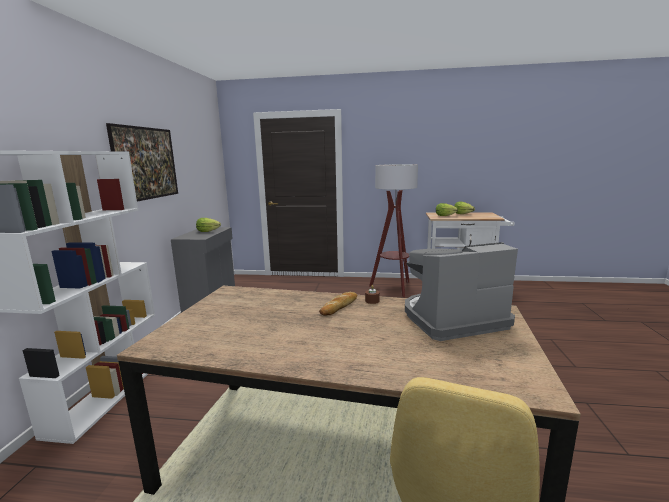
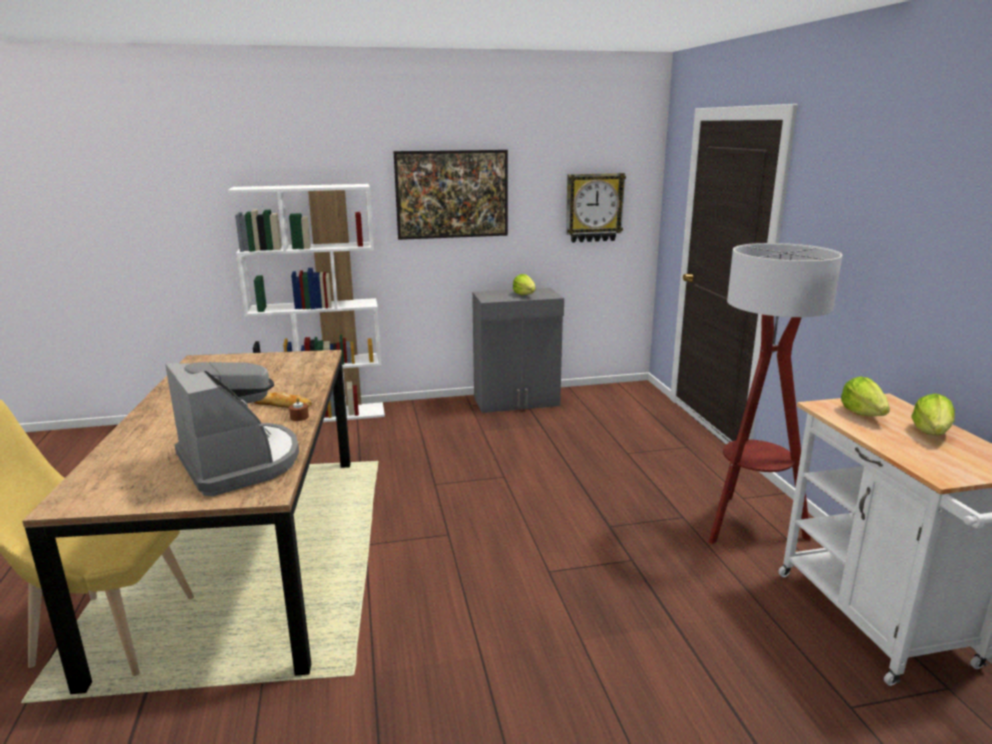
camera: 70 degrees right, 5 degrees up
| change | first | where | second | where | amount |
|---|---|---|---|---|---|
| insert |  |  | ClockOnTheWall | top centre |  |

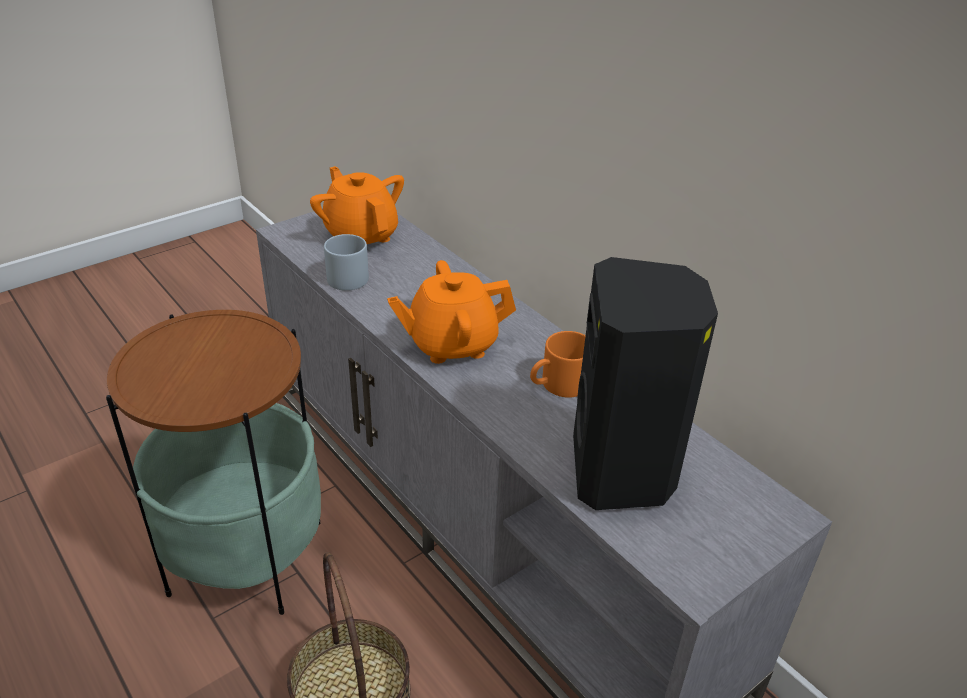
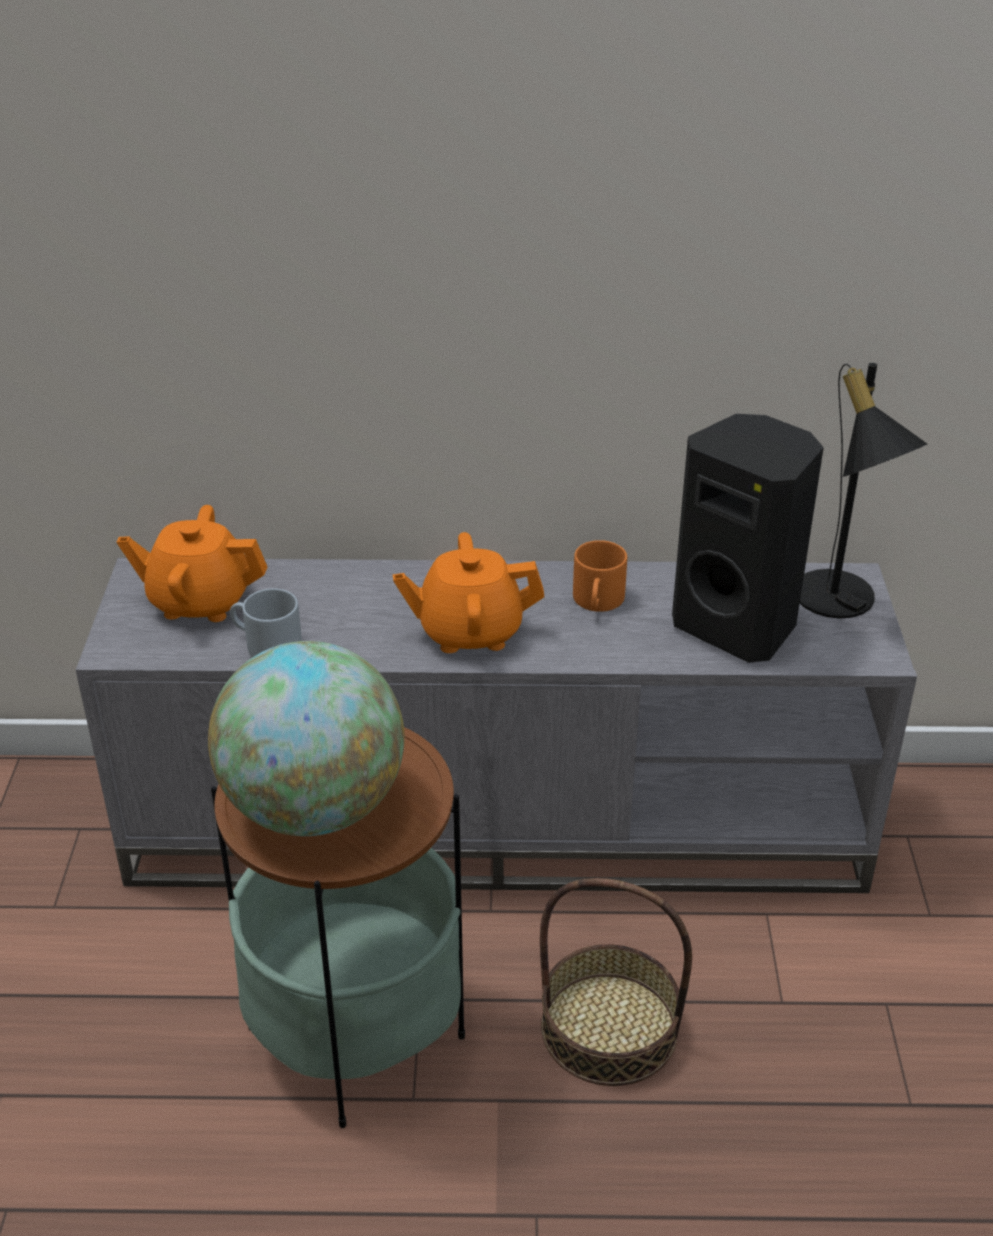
camera: 50 degrees left, 0 degrees up
| change | first | where | second | where | amount |
|---|---|---|---|---|---|
| insert |  |  | Globe | middle left |  |
| insert |  |  | BlackTabletopLamp | middle right |  |
| rotate | OrangeyTeaPot (2nd from left) | centre |  | centre | 60 degrees clockwise |

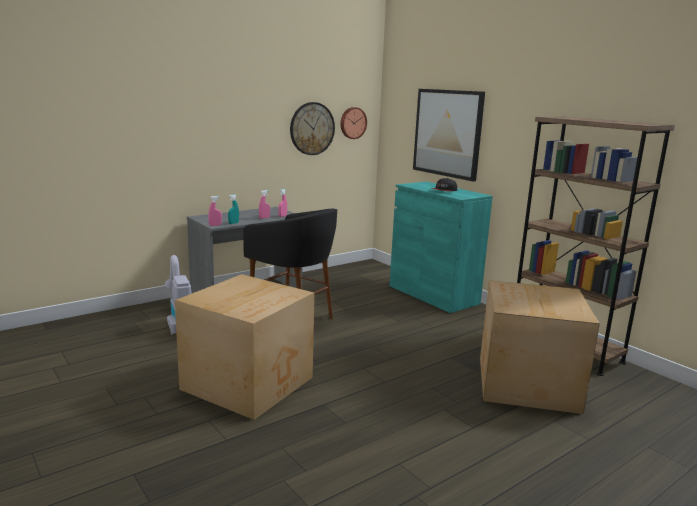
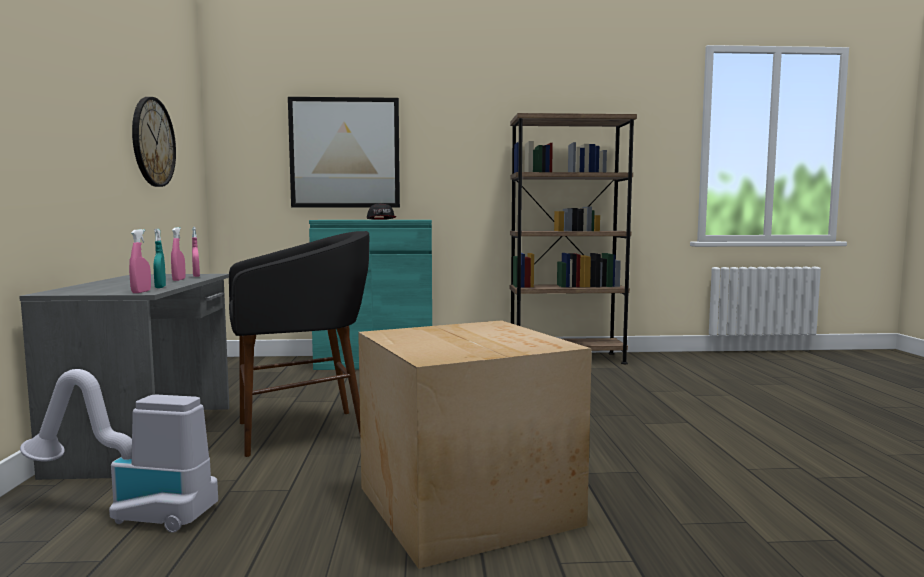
camera: 55 degrees left, 10 degrees down
| change | first | where | second | where | amount |
|---|---|---|---|---|---|
| delete | ClockOnTheWall (2nd from left) | top centre |  |  |  |
| delete | Carton (2nd from left) | bottom right |  |  |  |

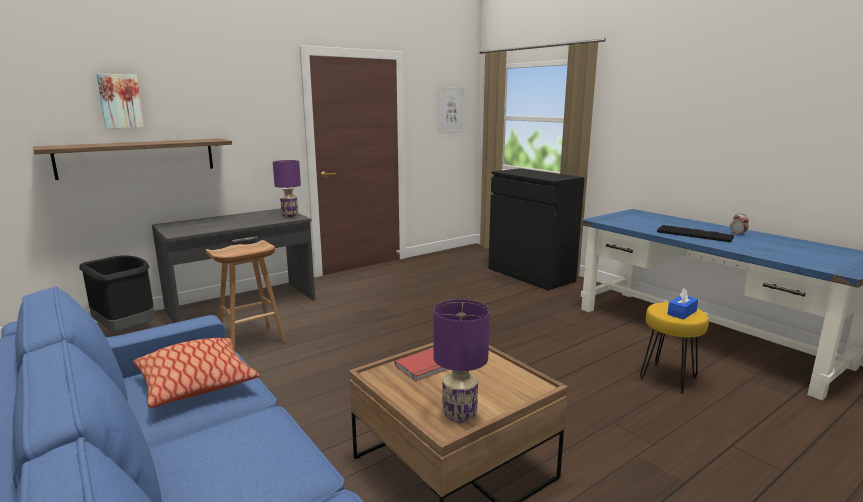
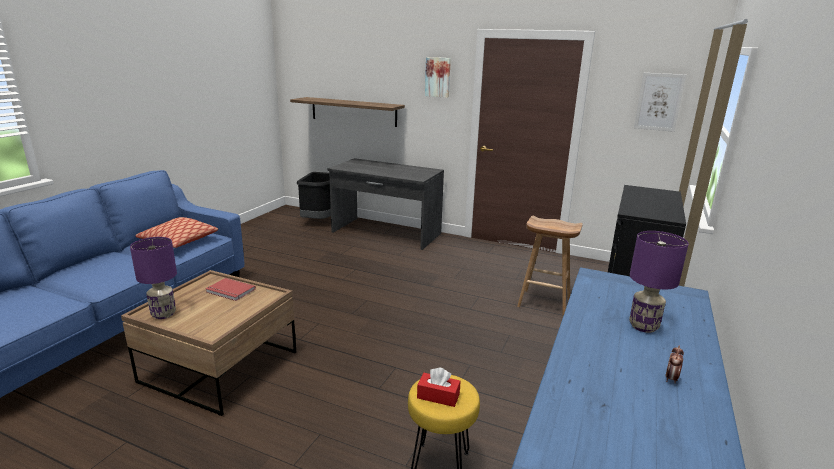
camera: 60 degrees right, 5 degrees up
| change | first | where | second | where | amount |
|---|---|---|---|---|---|
| delete | ComputerKeyboard | middle right |  |  |  |
| move | Picture (1st from left) | top left |  | top centre |  |
| move | BrownColouredStool | middle left |  | centre |  |
| move | PurpleTabletopLamp (1st from left in the first image) | middle left | PurpleTabletopLamp (2nd from left) | middle right |  |
| recolor | BlueBoxOfTissues | middle right | RedColouredBoxOfTissues | bottom centre |  |

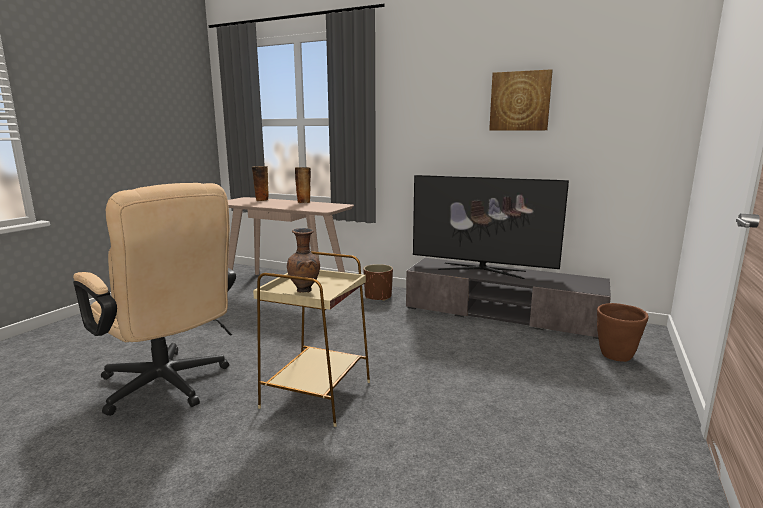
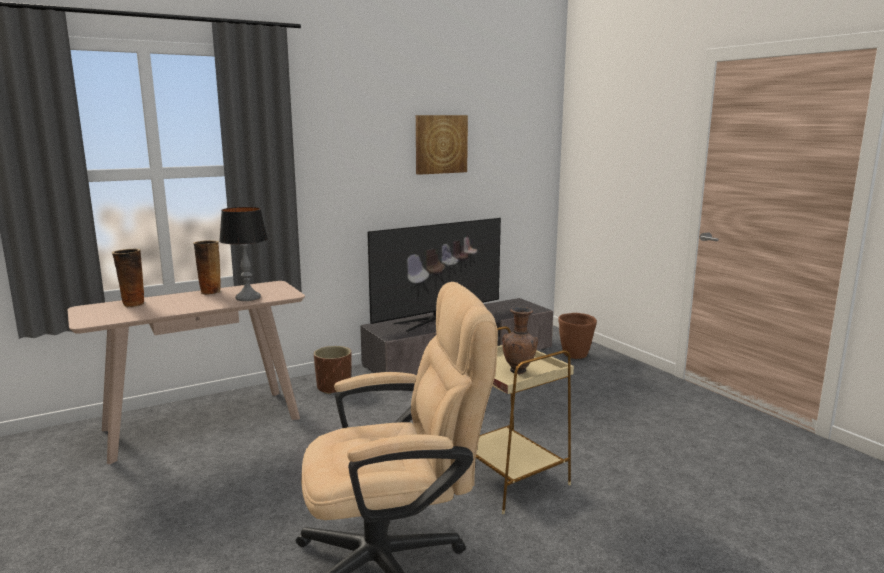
camera: 55 degrees left, 0 degrees up
| change | first | where | second | where | amount |
|---|---|---|---|---|---|
| insert |  |  | TabletopLamp | middle left |  |

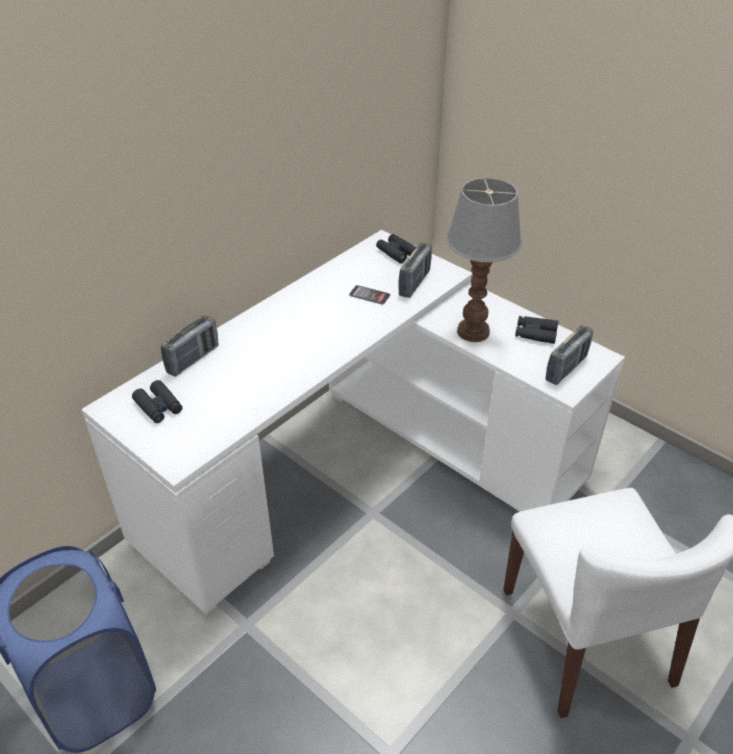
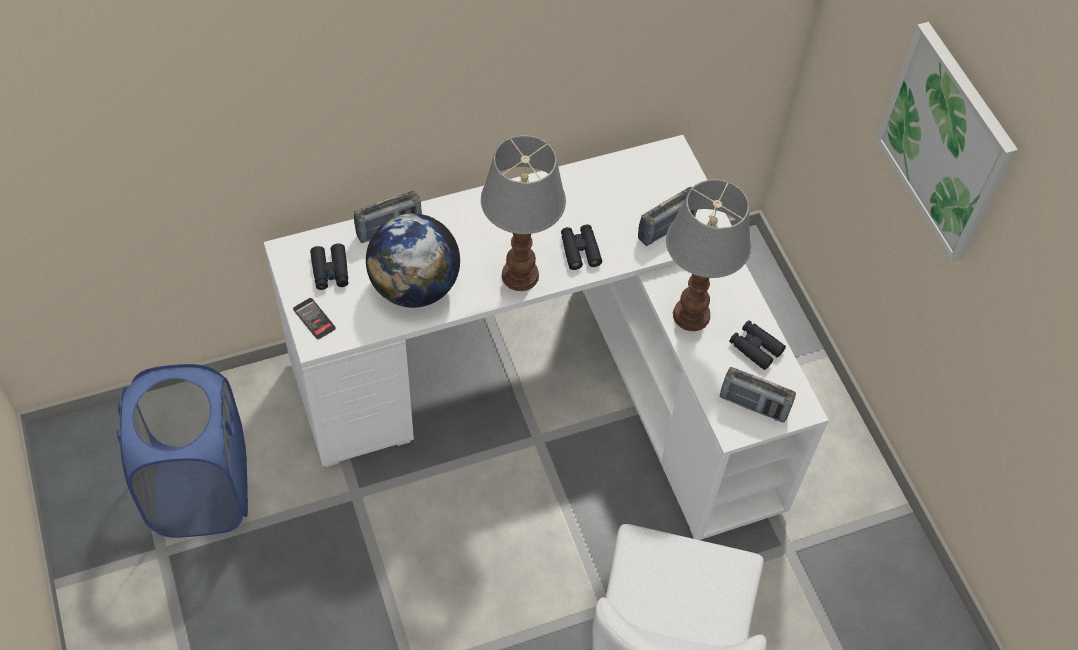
camera: 25 degrees right, 15 degrees up
| change | first | where | second | where | amount |
|---|---|---|---|---|---|
| insert |  |  | Globe | centre |  |
| insert |  |  | TabletopLamp (1st from left) | top centre |  |
| insert |  |  | Picture | top right |  |
| move | Handset | centre |  | middle left |  |
| move | BlackPairOfBinoculars (2nd from left) | top centre |  | centre |  |
| rotate | RadioSet (3rd from left) | middle right |  | middle right | 45 degrees clockwise |

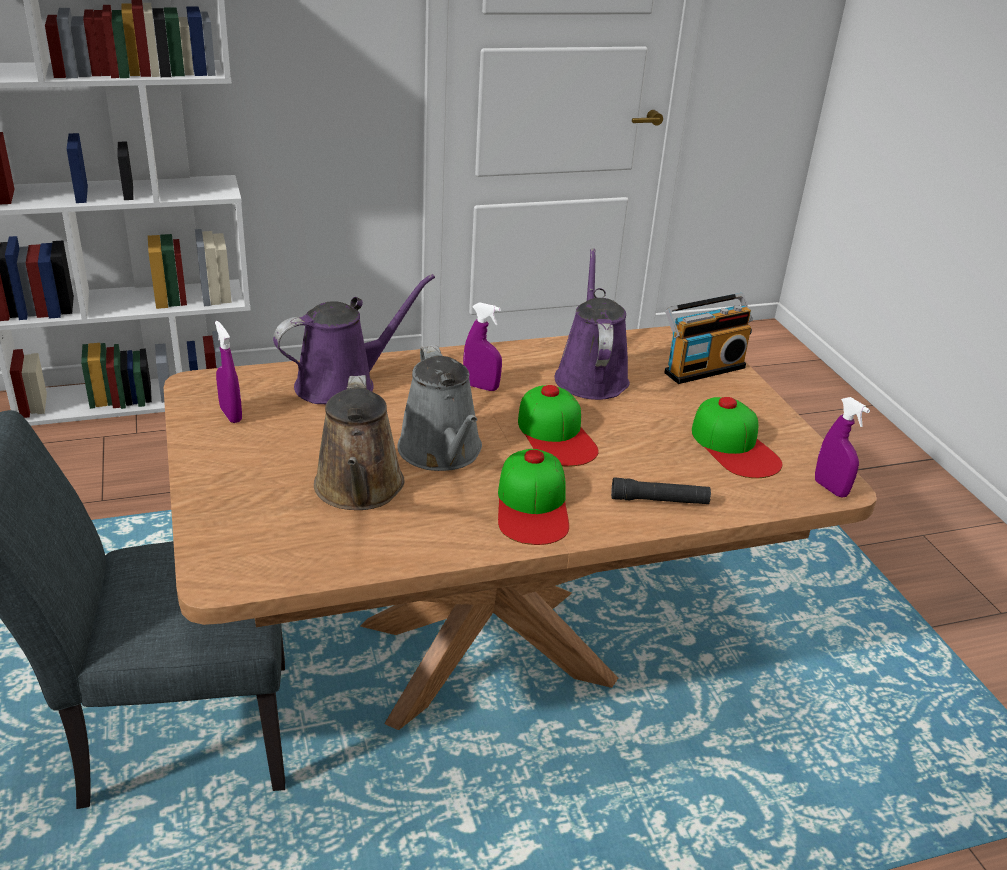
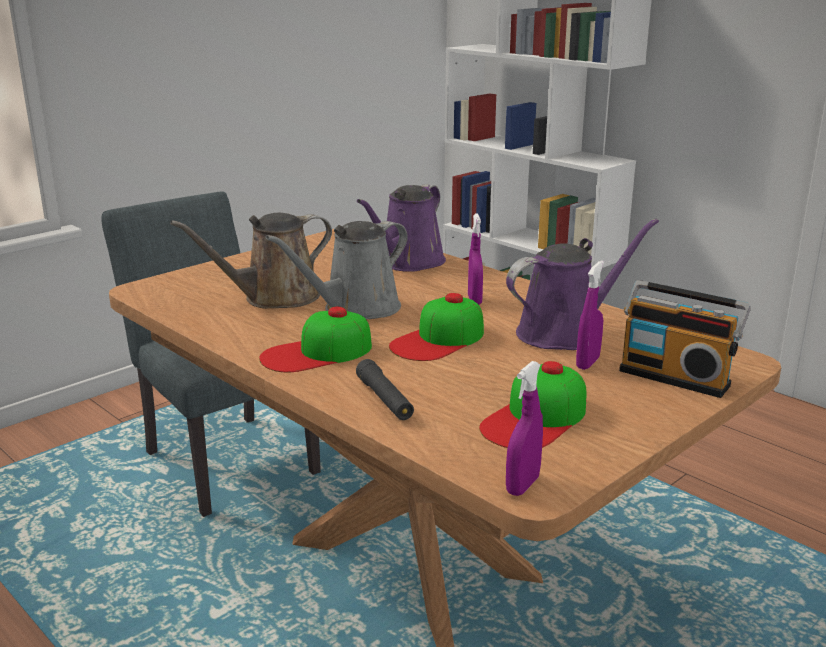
camera: 65 degrees right, 10 degrees down
| change | first | where | second | where | amount |
|---|---|---|---|---|---|
| move | PurpleSprayBottle (1st from left in the first image) | middle left | PurpleSprayBottle (3rd from left) | middle right |  |
| rotate | PurpleWateringPot (1st from left) | centre |  | centre | 90 degrees clockwise |

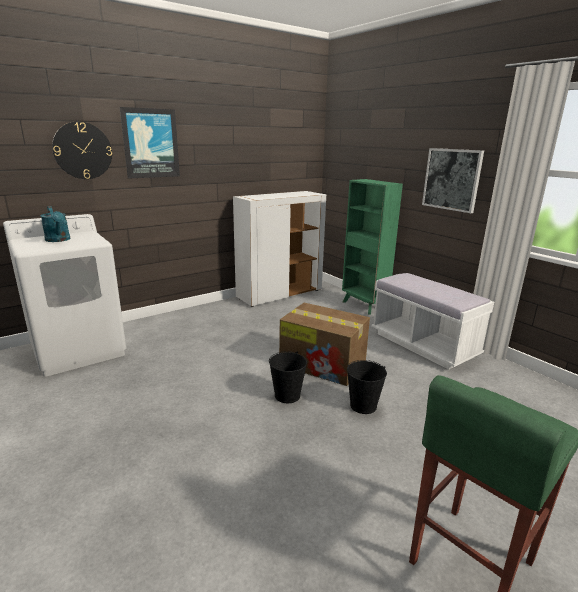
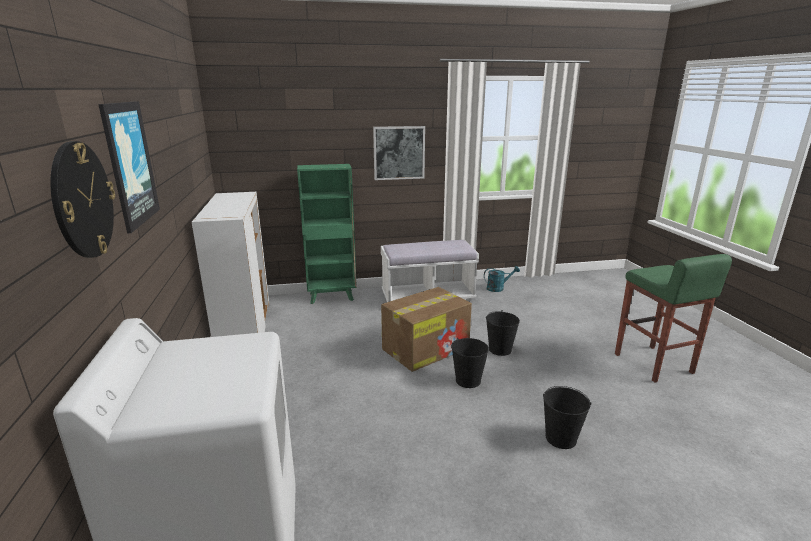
camera: 65 degrees left, 0 degrees up
| change | first | where | second | where | amount |
|---|---|---|---|---|---|
| insert |  |  | BlackWaterBucket (3rd from left) | bottom right |  |
| move | TurquoiseWateringPot | middle left |  | centre |  |

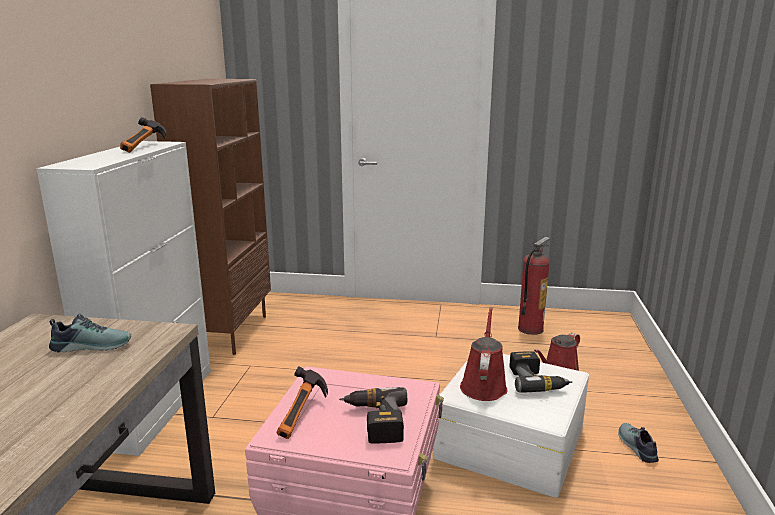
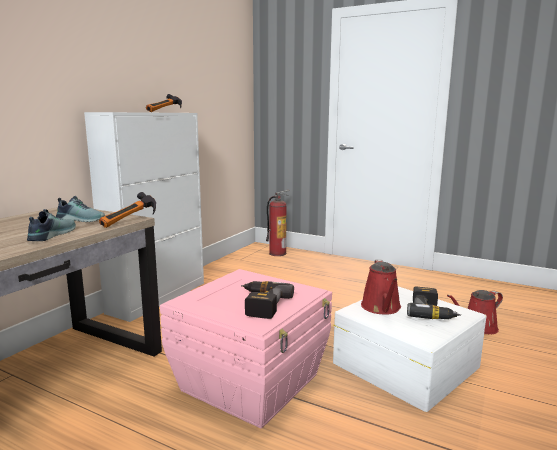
camera: 20 degrees right, 5 degrees down
| change | first | where | second | where | amount |
|---|---|---|---|---|---|
| delete | BrownColouredShelvingUnit | middle left |  |  |  |
| move | HandHammer (2nd from left in the first image) | bottom centre | HandHammer (1st from left) | middle left |  |
| move | FireExtinguisher | middle right |  | centre |  |
| move | Shoe (2nd from left in the first image) | bottom right | Shoe (1st from left) | middle left |  |
| rotate | RedColouredWateringPot (1st from left) | bottom centre |  | middle right | 150 degrees clockwise |

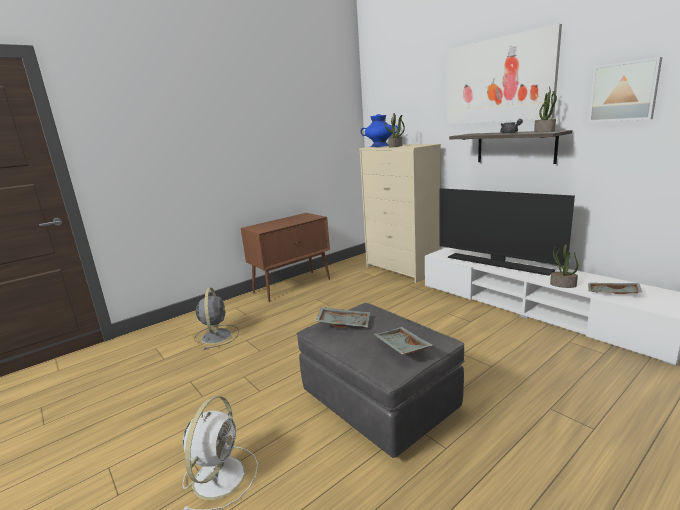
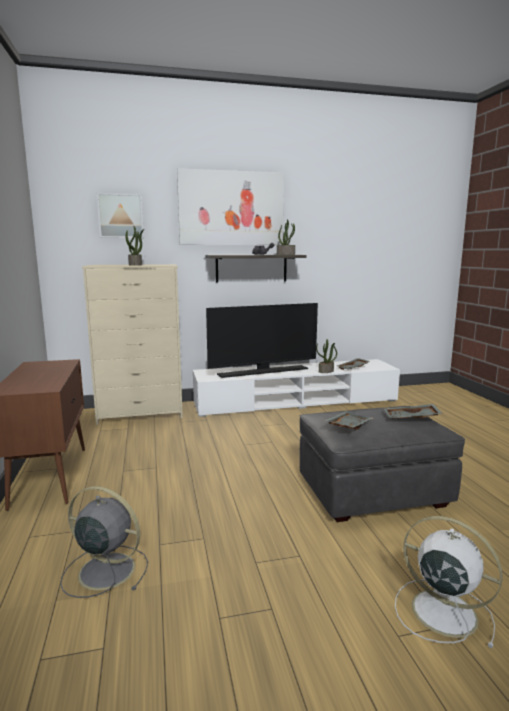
camera: 65 degrees left, 5 degrees down
| change | first | where | second | where | amount |
|---|---|---|---|---|---|
| delete | BlueFlowerVase | top centre |  |  |  |
| move | Picture (2nd from left in the first image) | top right | Picture (1st from left) | top left |  |

